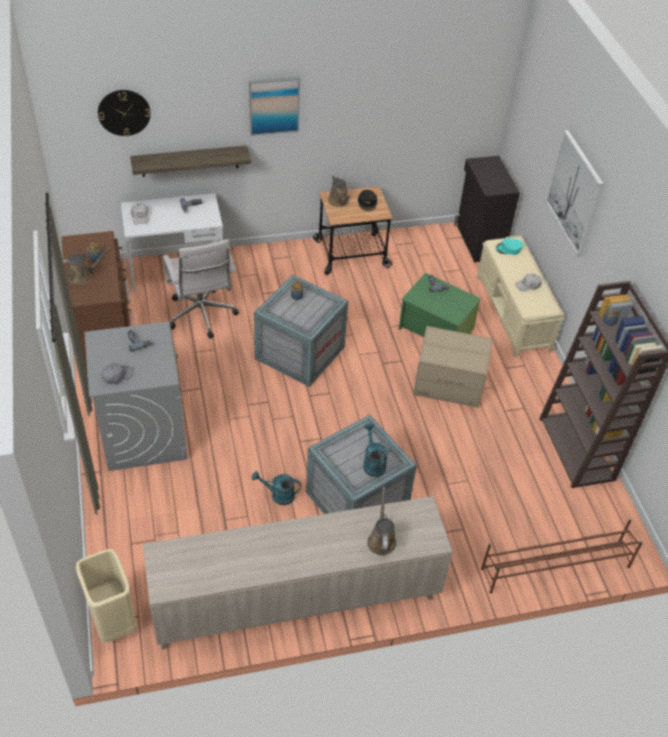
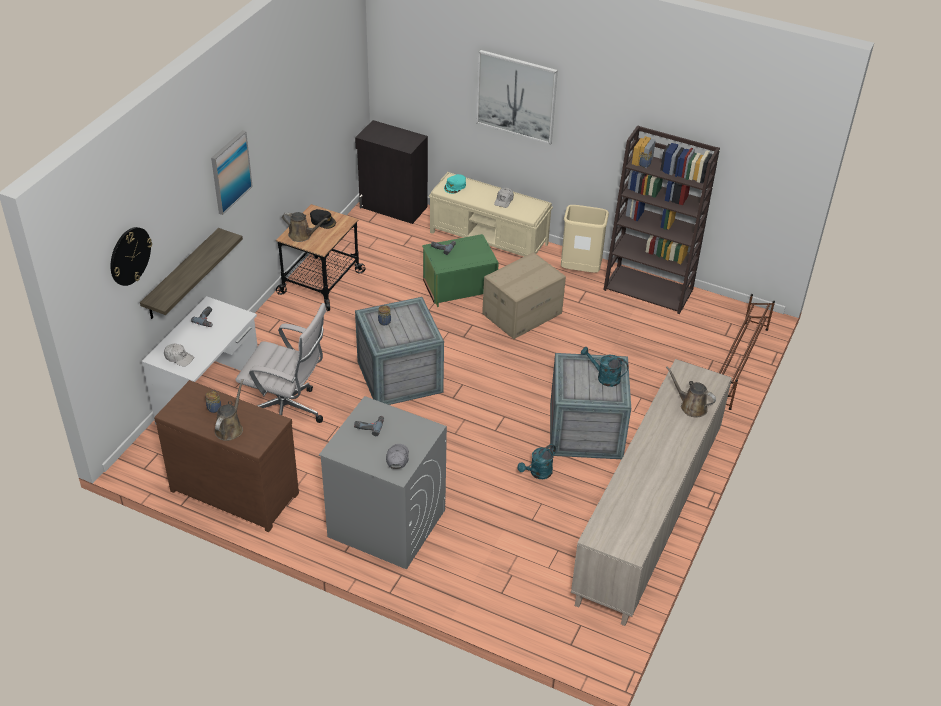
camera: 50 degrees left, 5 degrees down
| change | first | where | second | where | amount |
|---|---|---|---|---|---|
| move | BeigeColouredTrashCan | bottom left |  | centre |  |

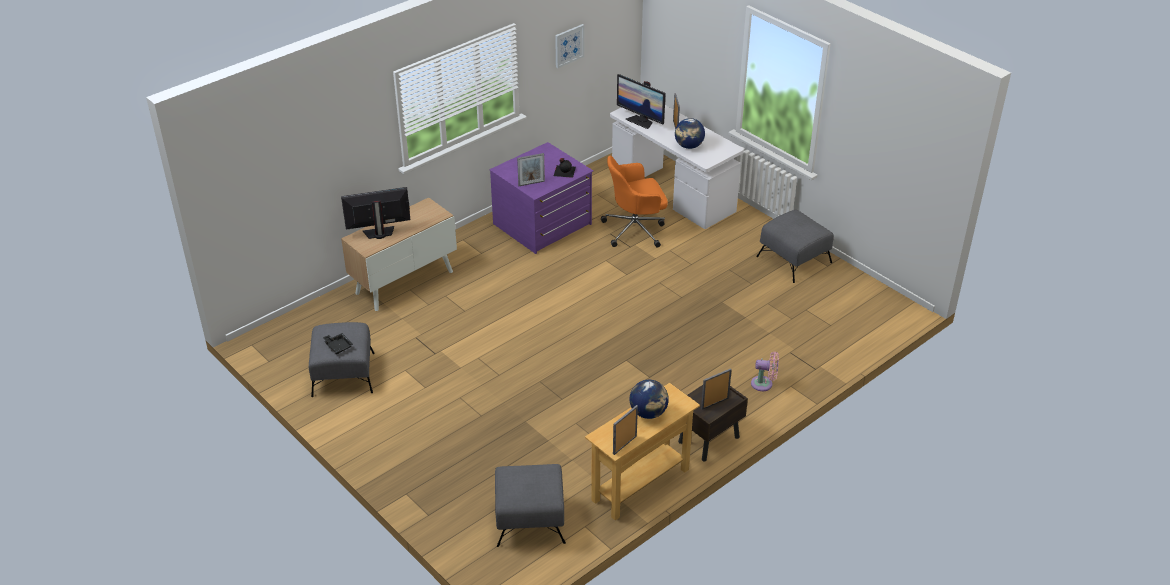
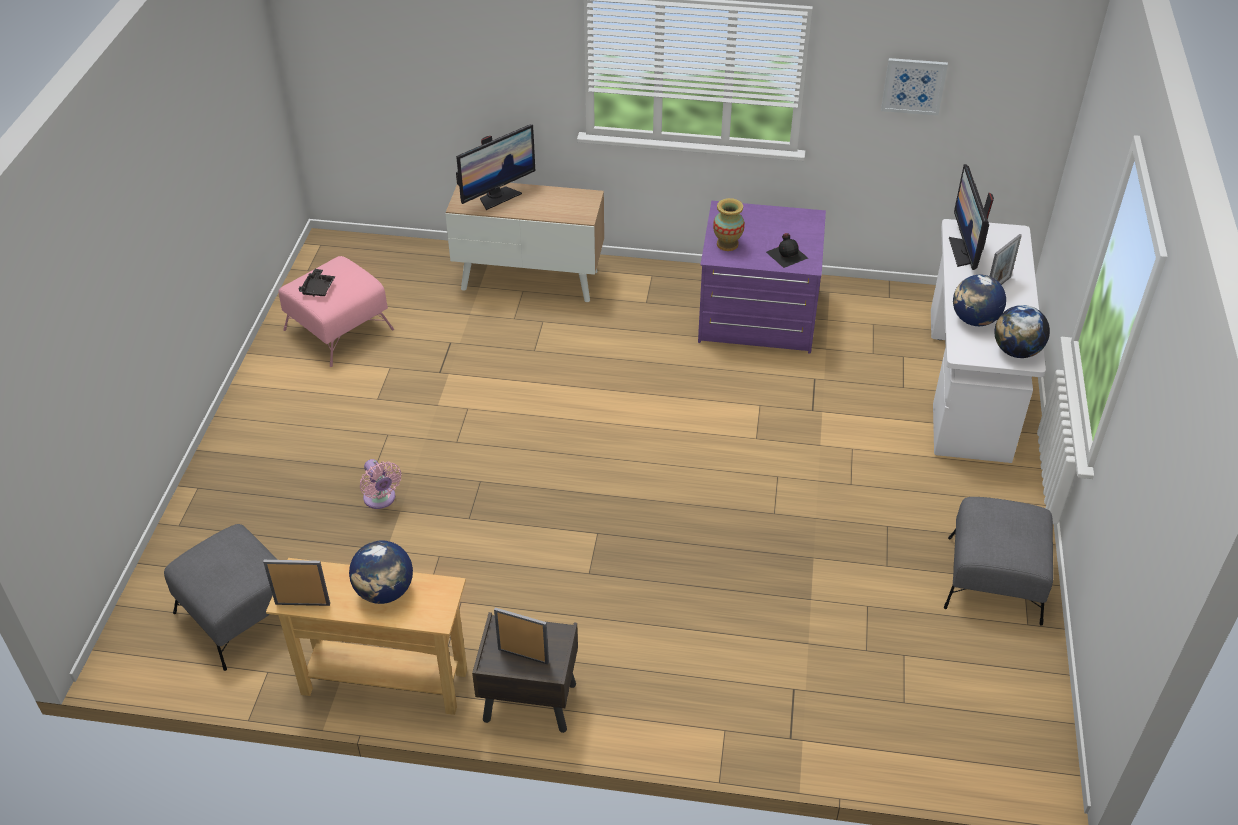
camera: 50 degrees right, 5 degrees up
| change | first | where | second | where | amount |
|---|---|---|---|---|---|
| delete | OrangeyOfficeChair | centre |  |  |  |
| insert |  |  | Globe (3rd from left) | middle right |  |
| move | PinkCoolingFan | centre |  | middle left |  |
| replace | StandingFrame (1st from left) | top centre | FlowerVase | top centre |  |
| recolor | GrayPouffe (1st from left) | middle left | PinkPouffe | middle left |  |
| rotate | ComputerScreen (1st from left) | middle left |  | top centre | 105 degrees clockwise |

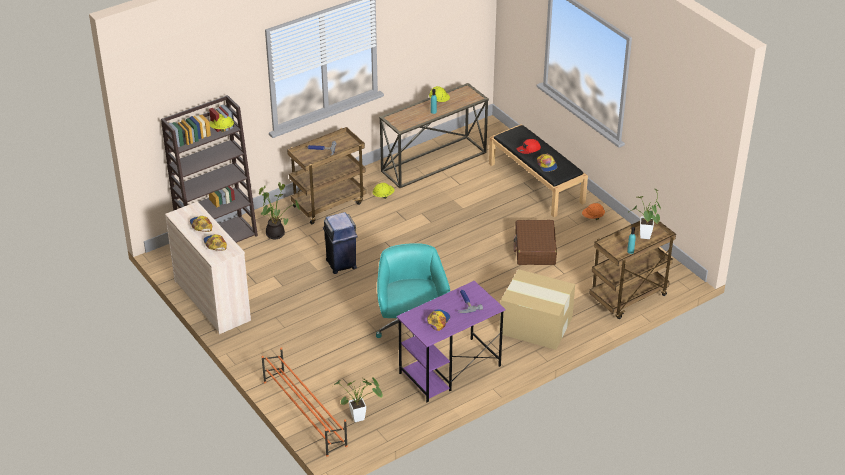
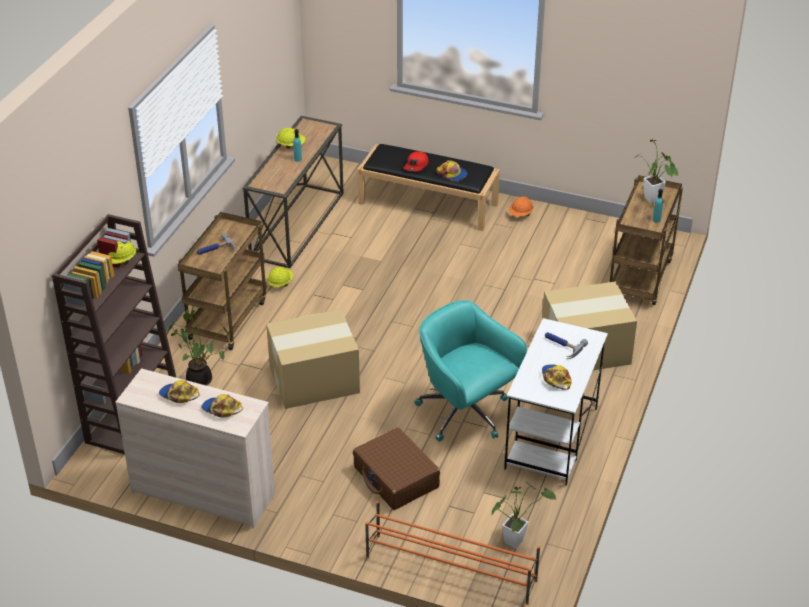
camera: 35 degrees left, 0 degrees up
| change | first | where | second | where | amount |
|---|---|---|---|---|---|
| move | BrownColouredPieceOfLuggage | centre |  | bottom centre |  |
| replace | BlueTrashCan | centre | Carton (1st from left) | centre |  |
| recolor | PurpleDeskTable | bottom centre | WhiteDeskTable | middle right |  |

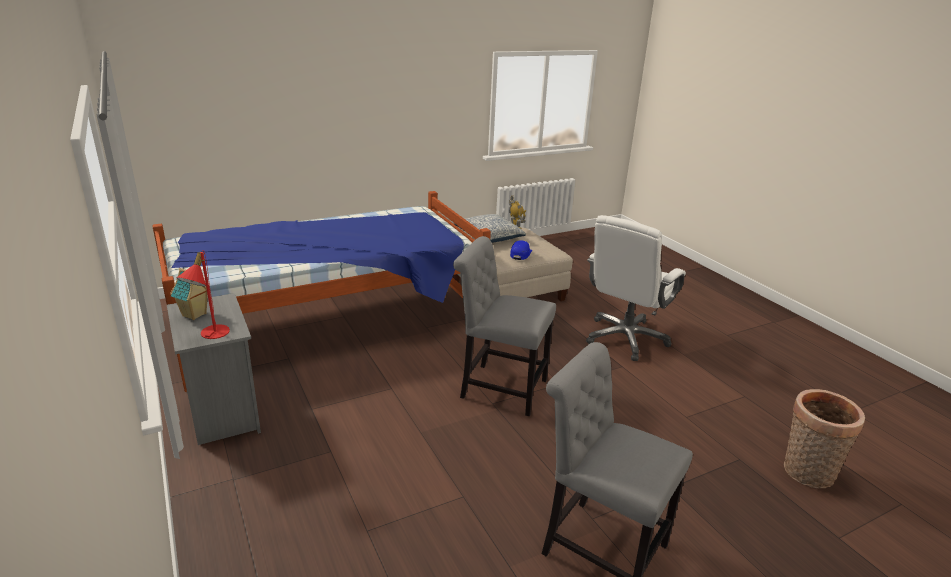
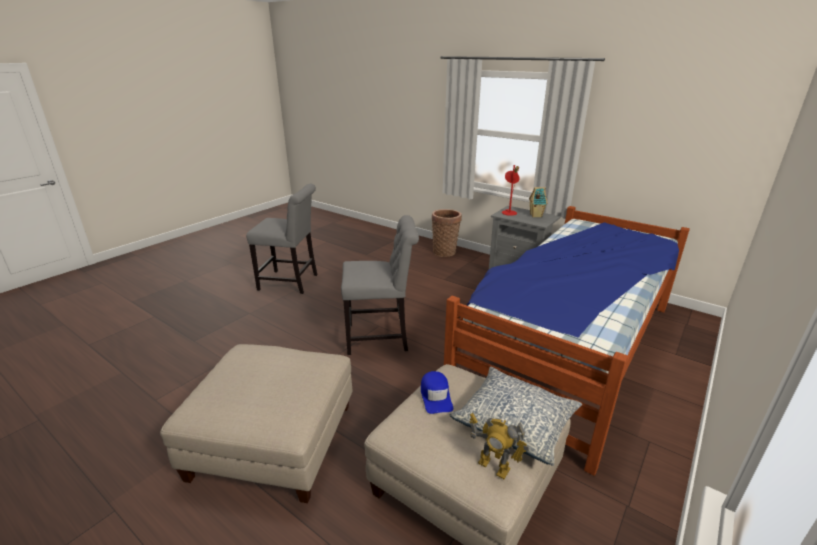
camera: 155 degrees right, 0 degrees up
| change | first | where | second | where | amount |
|---|---|---|---|---|---|
| move | HouseholdBasket | bottom right |  | centre |  |
| replace | WhiteOfficeChair | middle right | BeigeColouredPouffe (1st from left) | bottom left |  |

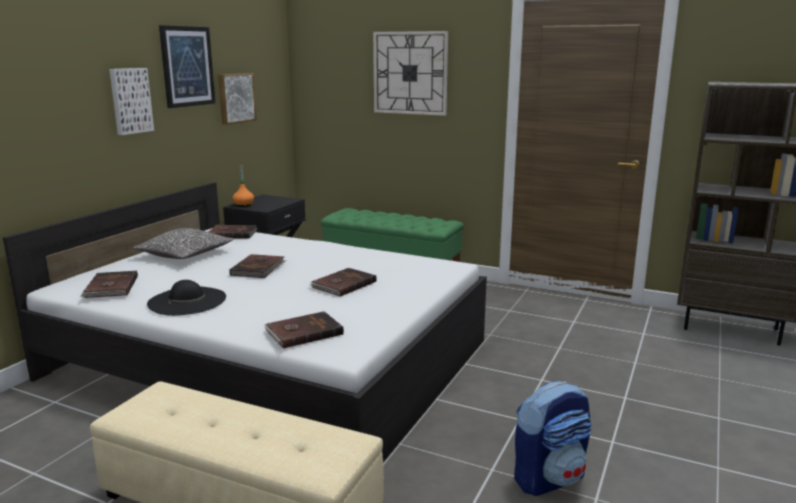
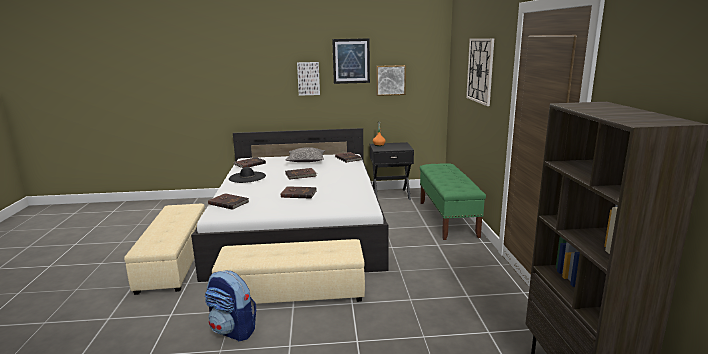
camera: 60 degrees right, 0 degrees up
| change | first | where | second | where | amount |
|---|---|---|---|---|---|
| insert |  |  | BeigeColouredPouffe (2nd from left) | bottom centre |  |

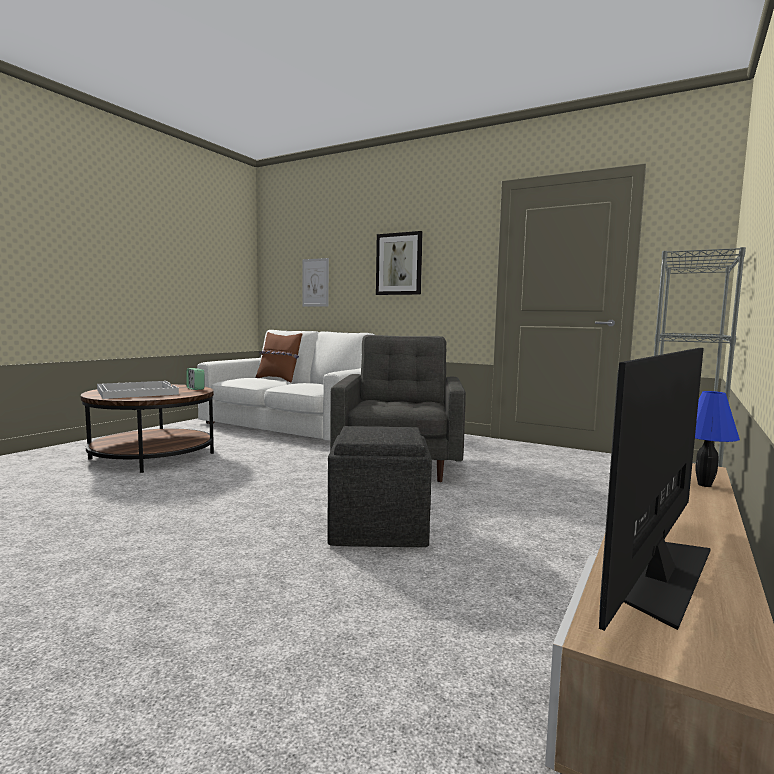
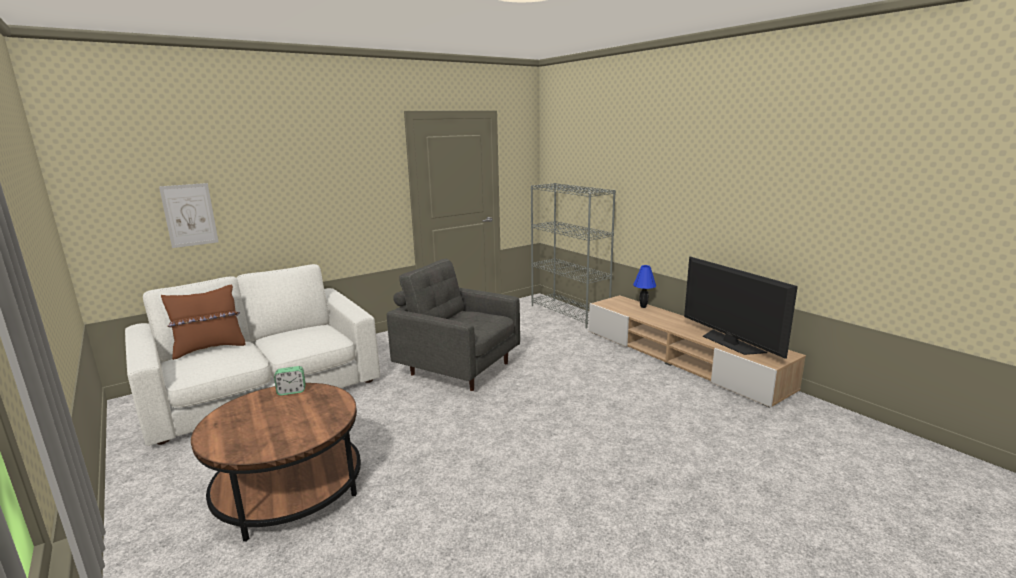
camera: 65 degrees left, 10 degrees up
| change | first | where | second | where | amount |
|---|---|---|---|---|---|
| delete | WhiteCarryingTray | middle left |  |  |  |
| delete | GrayPouffe | centre |  |  |  |
| delete | Picture (2nd from left) | centre |  |  |  |

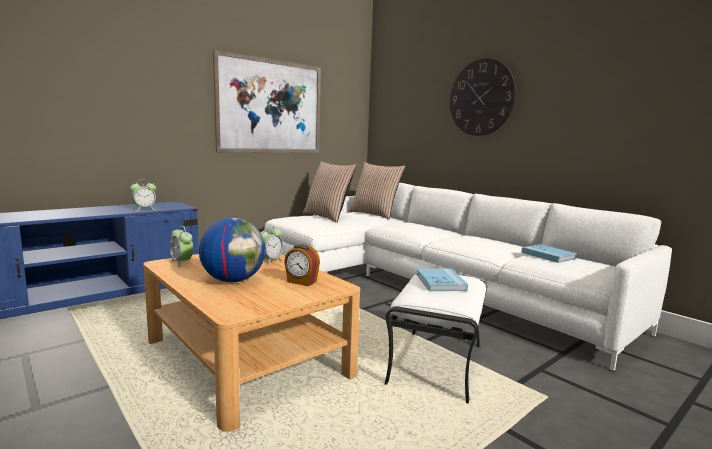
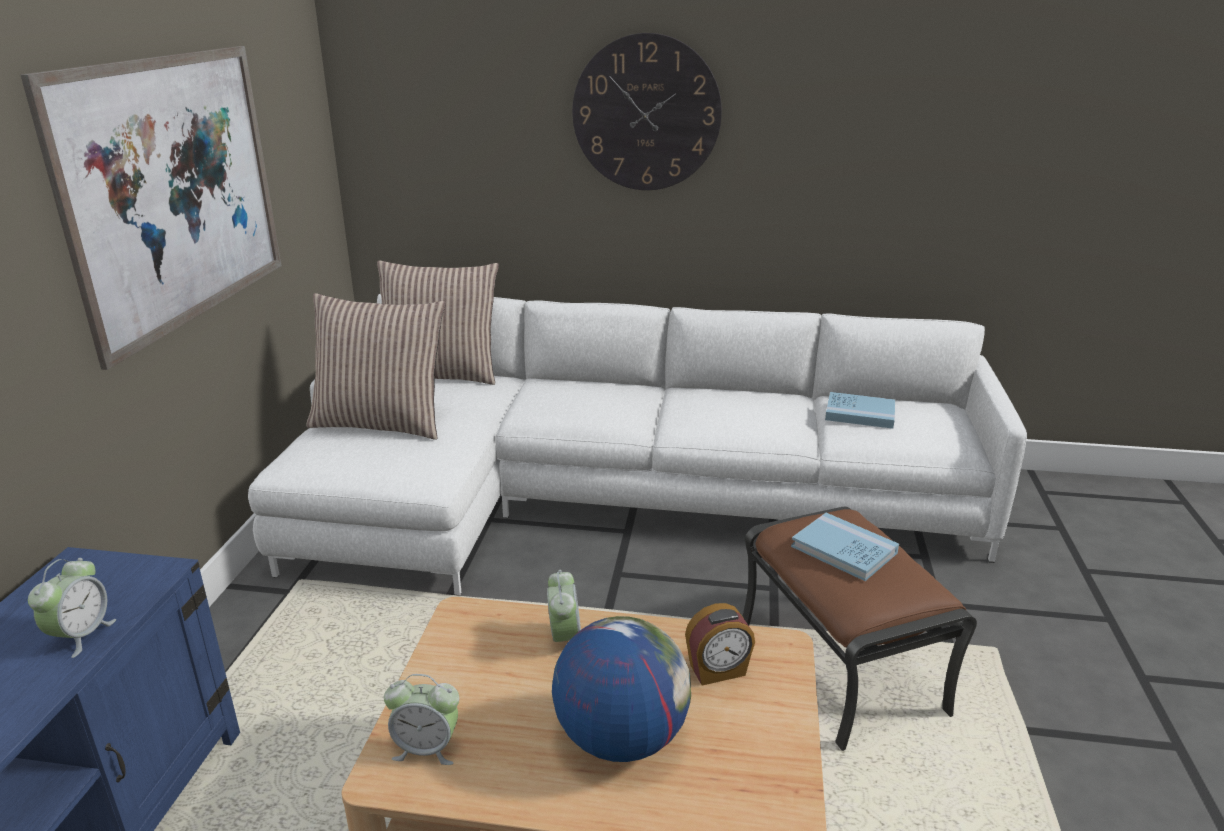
camera: 40 degrees left, 15 degrees up
| change | first | where | second | where | amount |
|---|---|---|---|---|---|
| recolor | WhitePouffe | bottom centre | BrownColouredPouffe | bottom right |  |

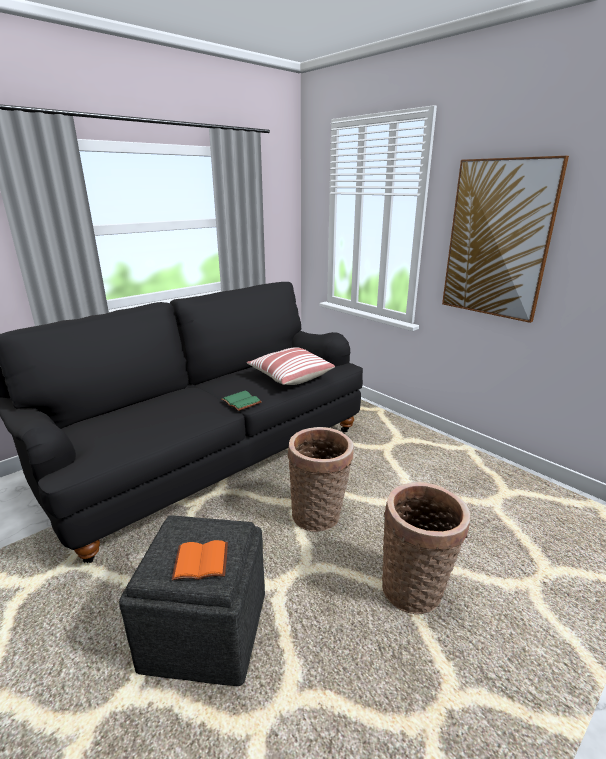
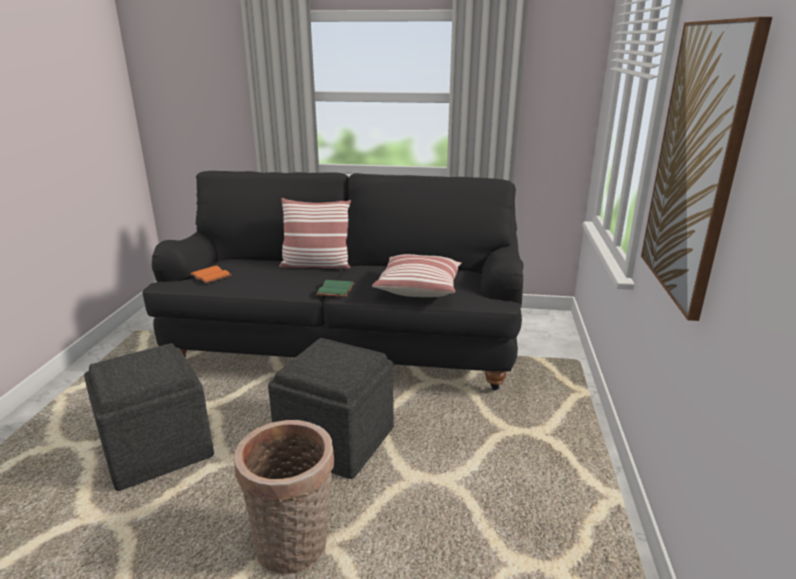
camera: 50 degrees right, 0 degrees up
| change | first | where | second | where | amount |
|---|---|---|---|---|---|
| insert |  |  | Pillow (1st from left) | centre |  |
| move | OrangeyBook | bottom left |  | middle left |  |
| replace | HouseholdBasket (1st from left) | centre | GrayPouffe (2nd from left) | bottom centre |  |

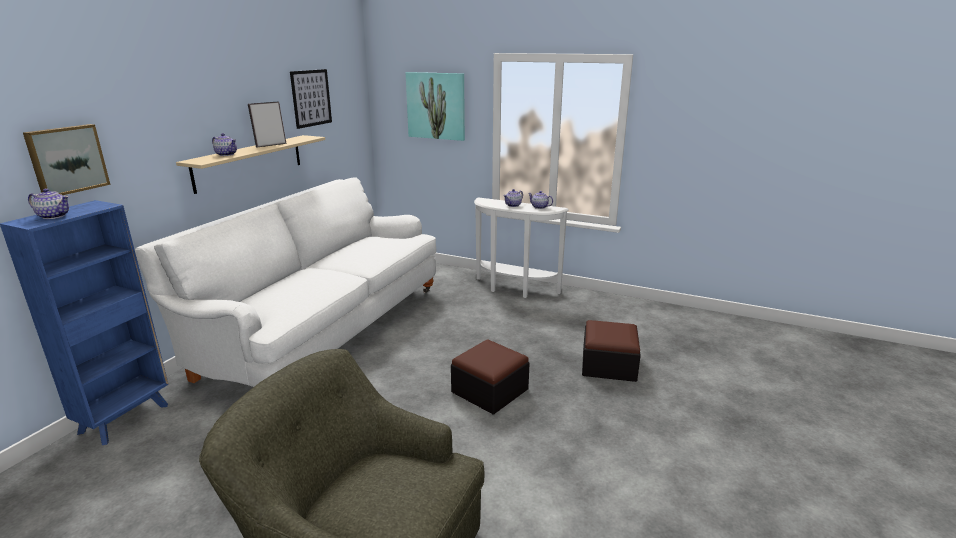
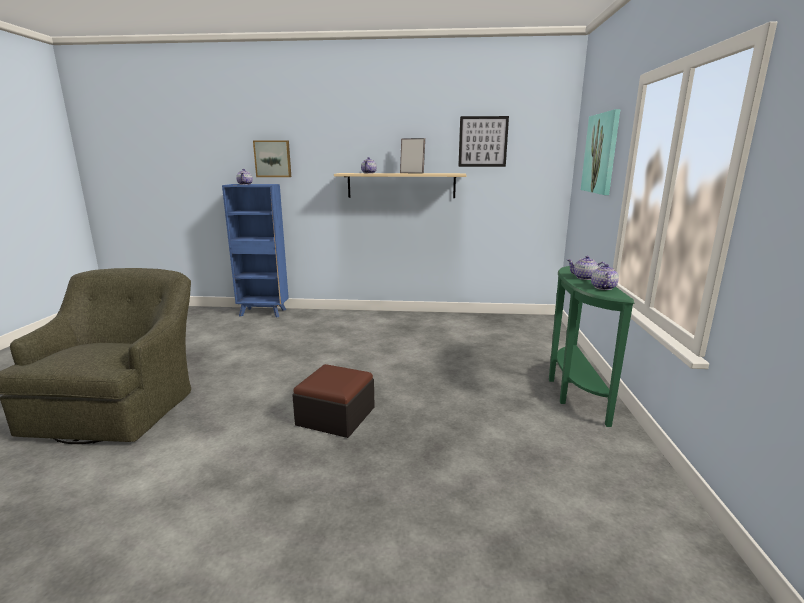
camera: 70 degrees right, 5 degrees down
| change | first | where | second | where | amount |
|---|---|---|---|---|---|
| delete | WhiteCouch | middle left |  |  |  |
| delete | Pouffe (2nd from left) | centre |  |  |  |
| recolor | WhiteConsoleTable | centre | GreenConsoleTable | middle right |  |

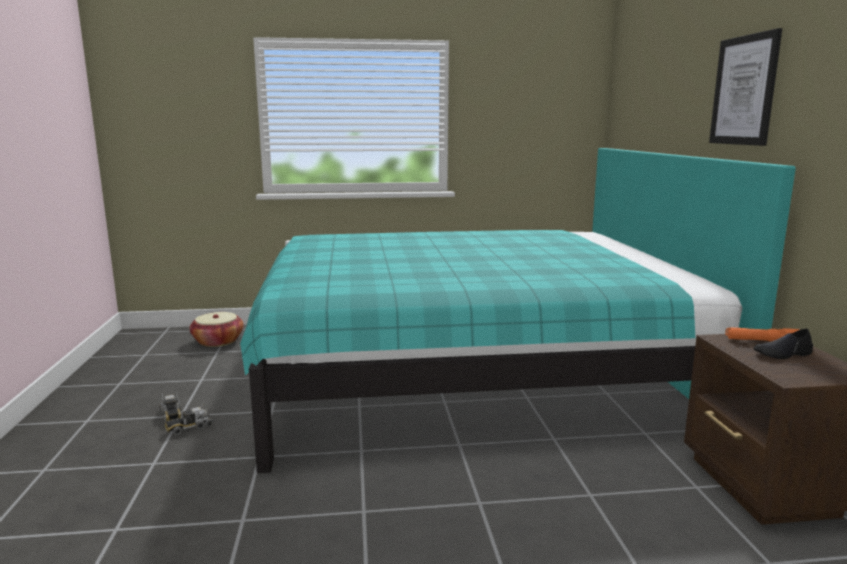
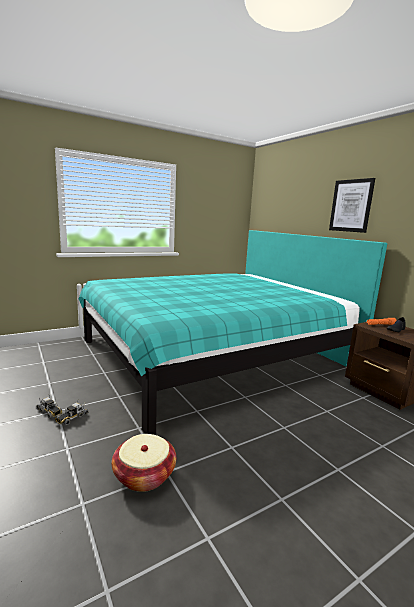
camera: 25 degrees left, 0 degrees up
| change | first | where | second | where | amount |
|---|---|---|---|---|---|
| move | HouseholdBasket | middle left |  | bottom centre |  |

